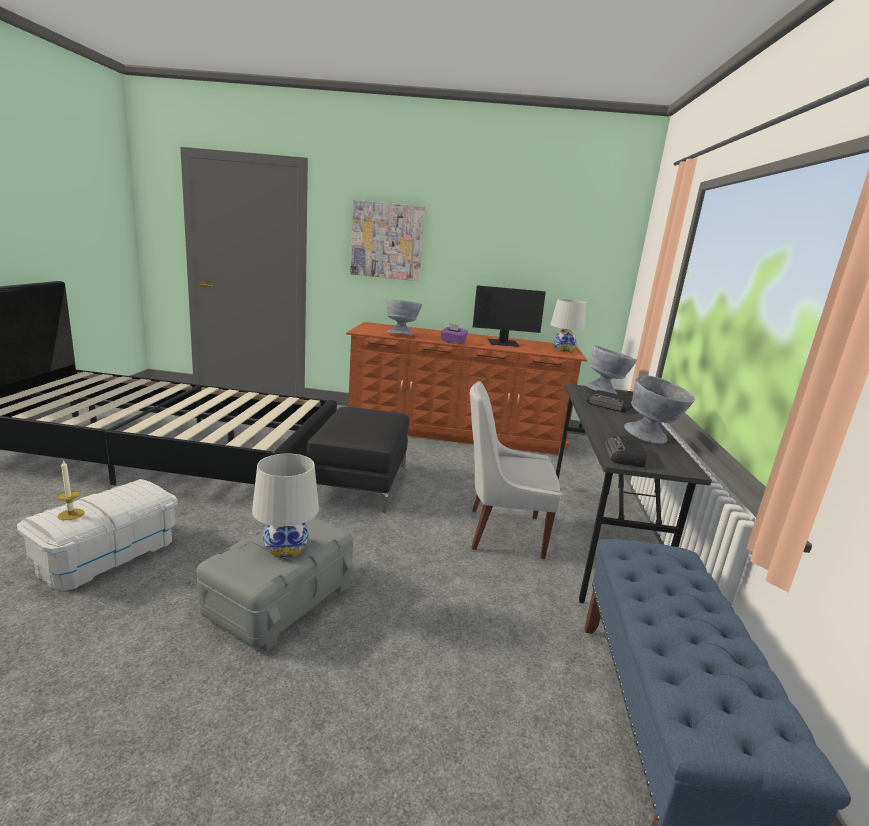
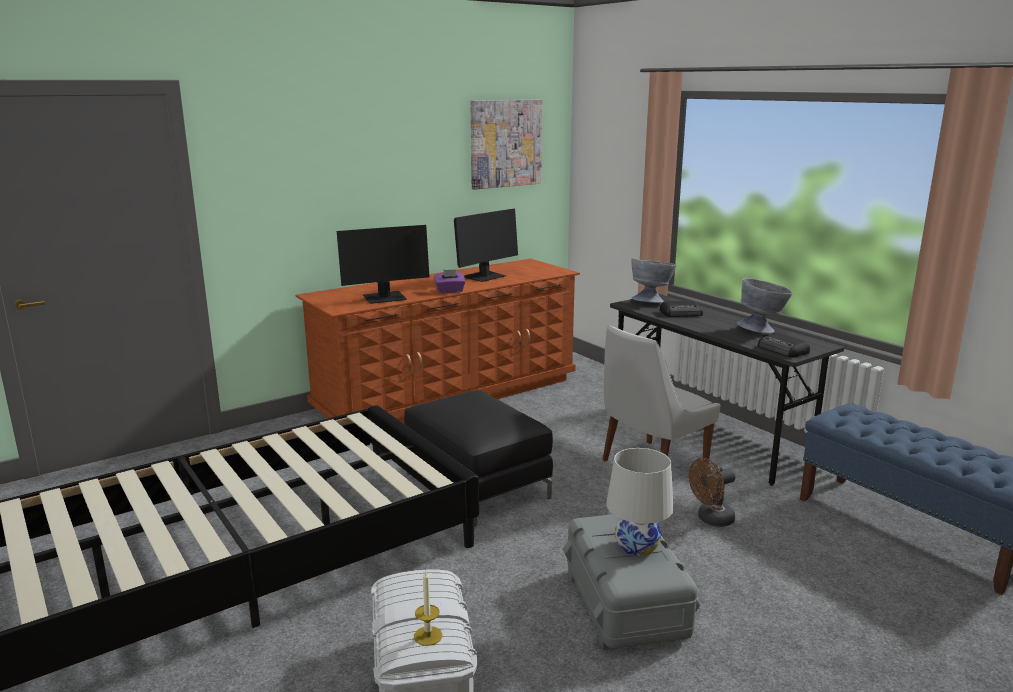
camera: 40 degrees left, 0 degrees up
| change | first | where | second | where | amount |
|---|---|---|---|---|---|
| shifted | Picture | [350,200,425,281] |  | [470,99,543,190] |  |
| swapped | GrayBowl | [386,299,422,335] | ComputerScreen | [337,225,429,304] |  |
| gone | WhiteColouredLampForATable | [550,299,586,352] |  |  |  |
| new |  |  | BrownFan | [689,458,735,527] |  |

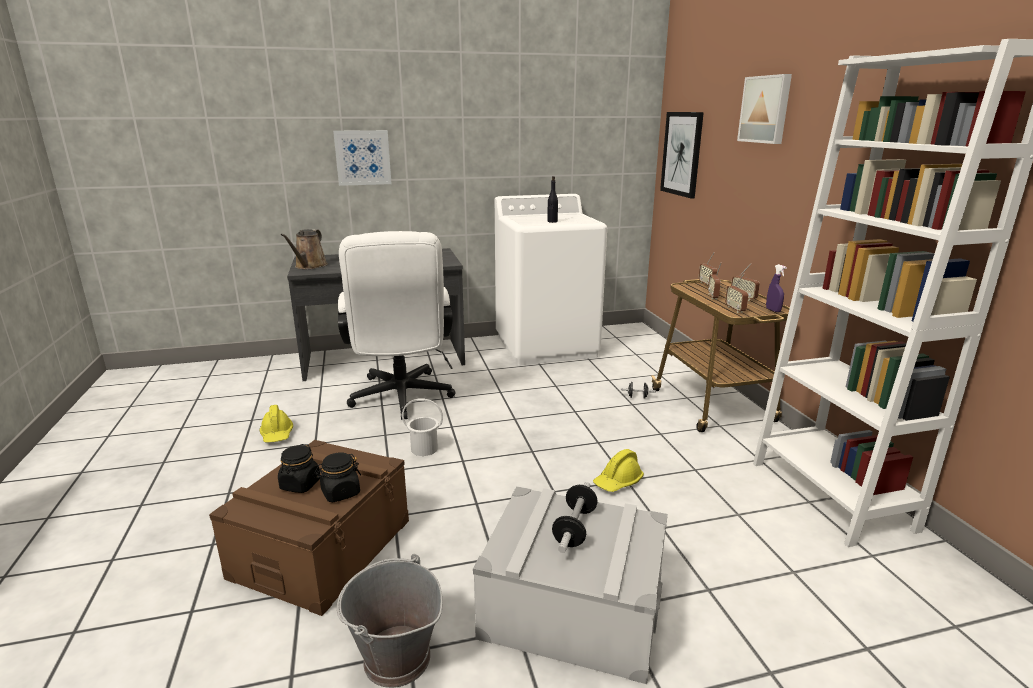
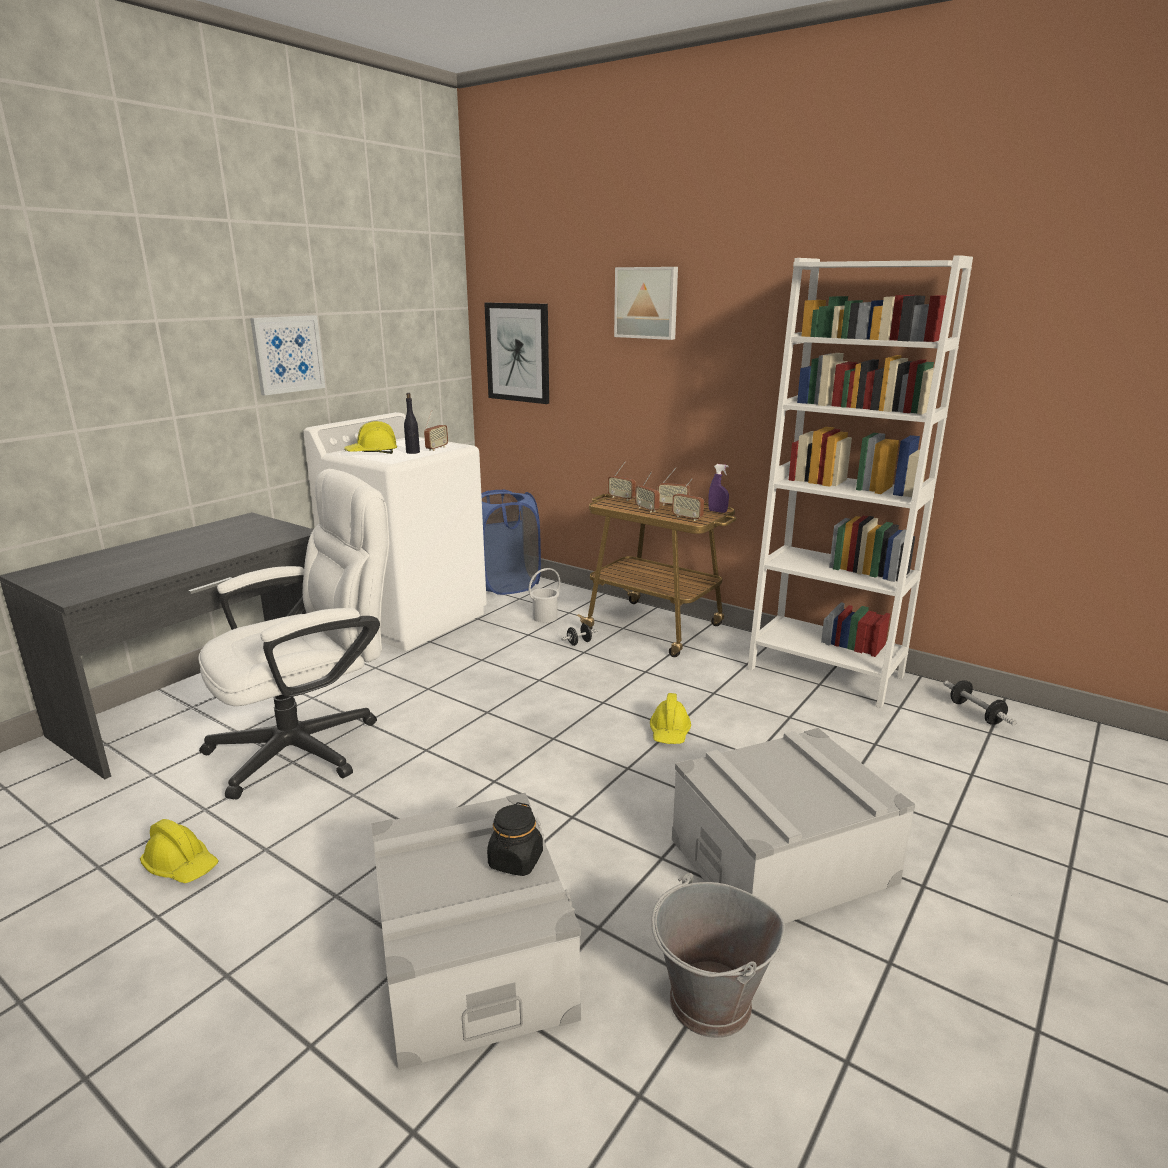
camera: 40 degrees left, 0 degrees up
| change | first | where | second | where | amount |
|---|---|---|---|---|---|
| shifted | Picture | [333,130,391,186] |  | [250,316,325,395] |  |
| gone | BrownWateringPot | [281,229,328,269] |  |  |  |
| rotated | WhiteColouredDeskChair | [338,231,456,420] |  | [198,469,389,800] | 75 degrees counterclockwise |
| shifted | WhiteColouredPail | [402,399,443,456] |  | [529,568,560,623] |  |
| repainted | BrownStorageBin | [209,440,409,616] | GrayStorageBin | [371,793,581,1070] |  |
| gone | BlackishPreserveJar | [278,444,321,493] |  |  |  |
| shifted | Dumbbell | [552,482,598,553] |  | [944,680,1017,726] |  |
| new |  |  | RadioReceiver | [424,410,448,451] |  |
| new |  |  | YellowColouredSafetyHelmet | [344,421,397,454] |  |
| new |  |  | BlueLaundryBasket | [481,489,541,595] |  |

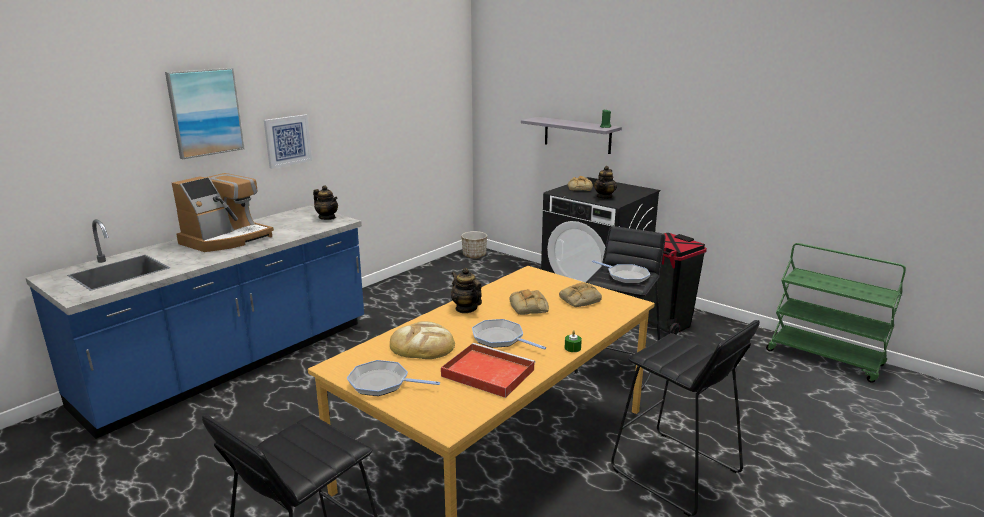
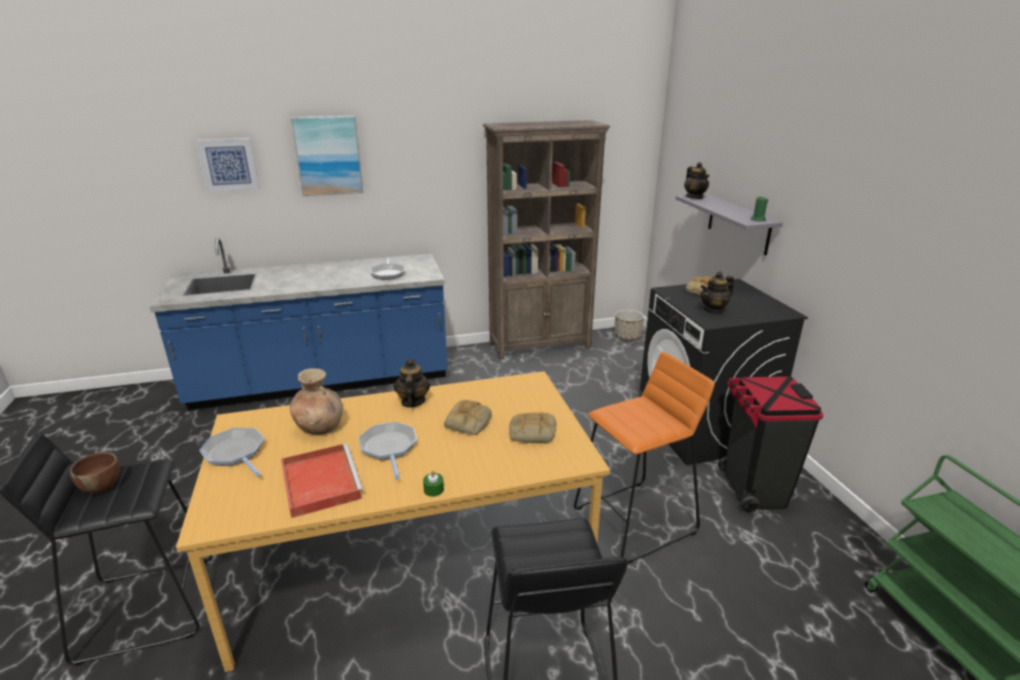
camera: 35 degrees right, 5 degrees up
| change | first | where | second | where | amount |
|---|---|---|---|---|---|
| shifted | Picture | [264,115,312,169] |  | [195,138,260,192] |  |
| gone | CoffeeBrewer | [172,173,274,252] |  |  |  |
| shifted | TeaPot | [313,185,338,220] |  | [684,162,709,199] |  |
| repainted | BlackishStoolSeat | [574,226,665,390] | OrangeColouredStoolSeat | [574,352,715,563] |  |
| shifted | FryingPan | [592,260,650,284] |  | [370,258,405,280] |  |
| swapped | BakeryBread | [390,321,455,359] | BrownFlowerVase | [290,368,343,435] |  |
| new |  |  | BrownBookshelf | [483,120,610,360] |  |
| new |  |  | BrownBowl | [70,452,120,493] |  |

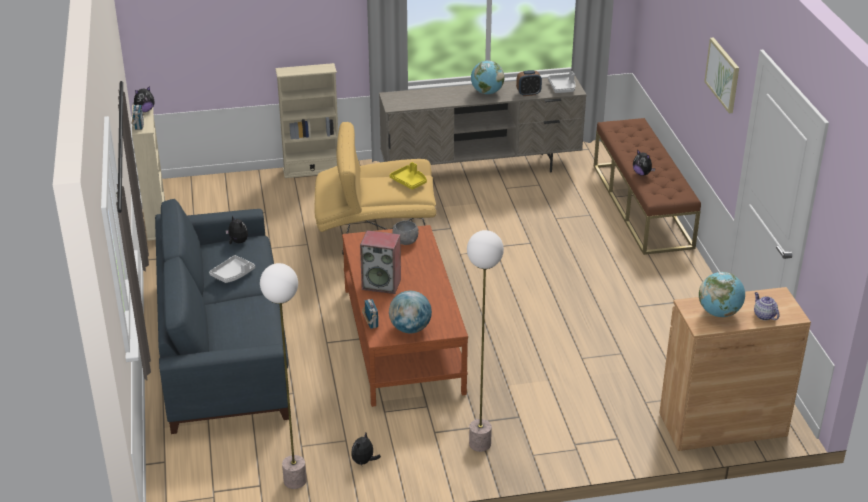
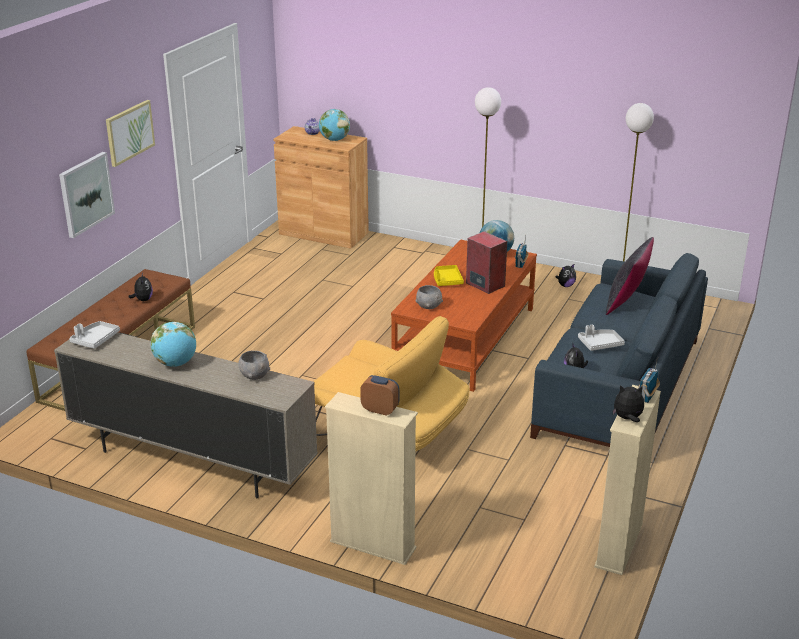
camera: 145 degrees left, 5 degrees down
| change | first | where | second | where | amount |
|---|---|---|---|---|---|
| shifted | BedsideClock | [516,70,542,96] |  | [360,375,399,416] |  |
| shifted | YellowColouredCarryingTray | [390,162,427,190] |  | [434,265,464,286] |  |
| new |  |  | Picture | [59,152,115,238] |  |
| new |  |  | BlackishPillow | [606,237,654,315] |  |
| new |  |  | GrayBowl | [238,351,270,380] |  |

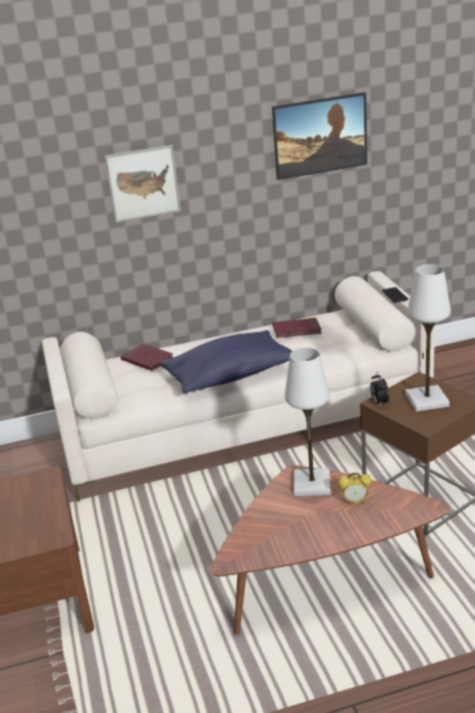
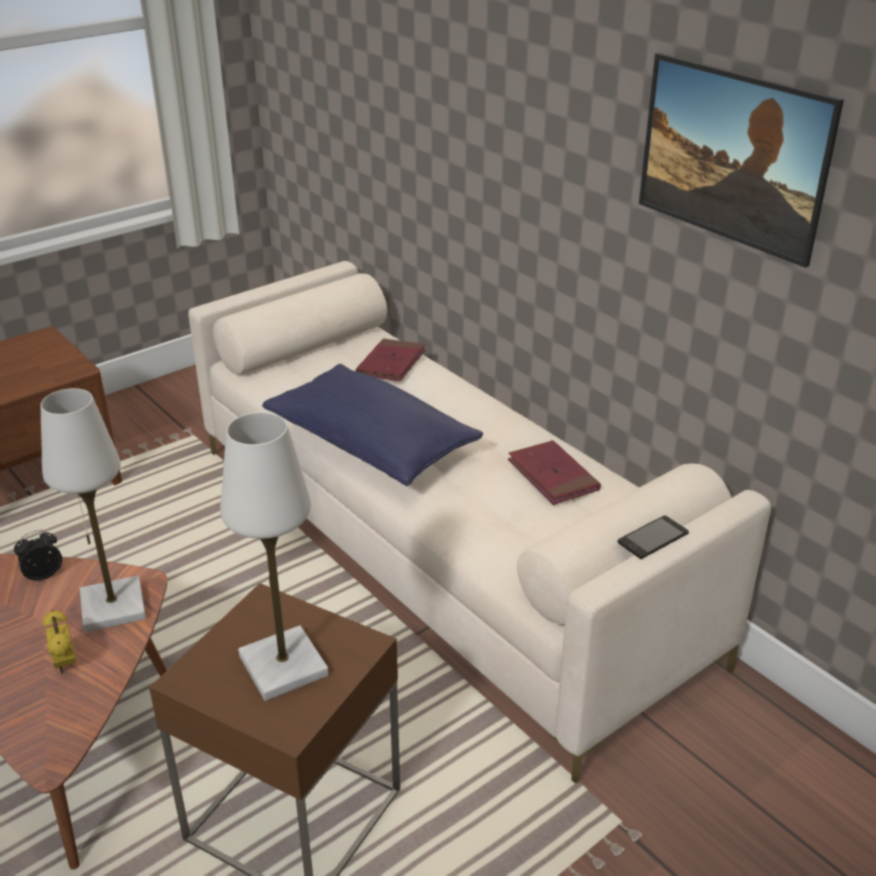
camera: 65 degrees right, 5 degrees up
| change | first | where | second | where | amount |
|---|---|---|---|---|---|
| gone | Picture | [104,145,181,223] |  |  |  |
| shifted | BedsideClock | [370,372,389,407] |  | [14,530,62,580] |  |

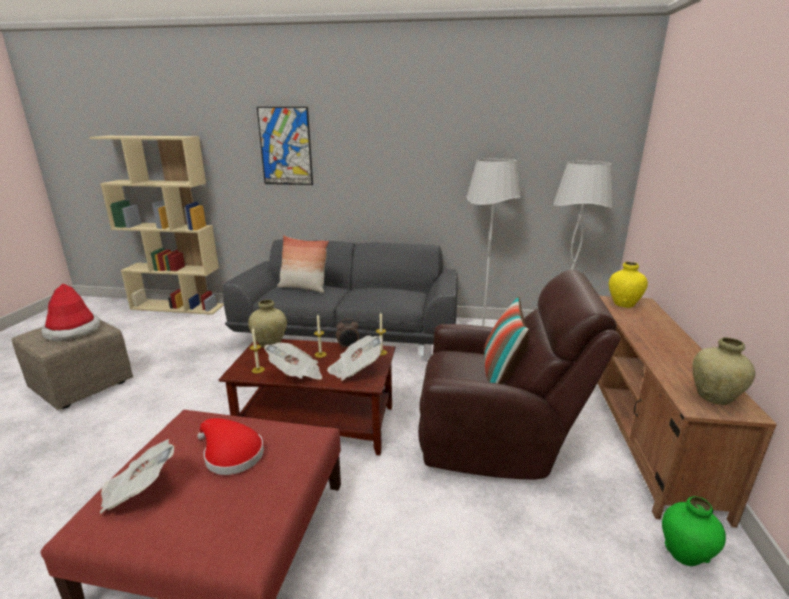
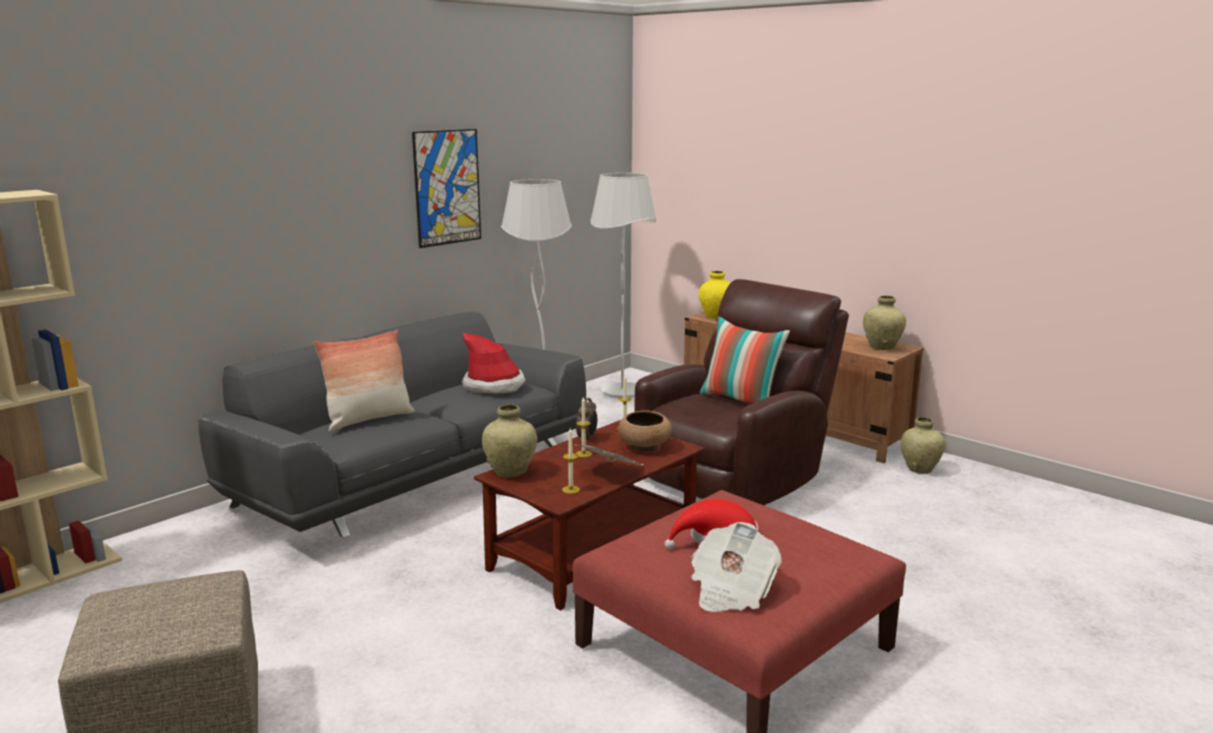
camera: 55 degrees left, 5 degrees down
| change | first | where | second | where | amount |
|---|---|---|---|---|---|
| shifted | Picture | [257,107,313,185] |  | [412,129,481,248] |  |
| shifted | ClothingHat | [42,284,100,342] |  | [462,333,526,394] |  |
| swapped | Newspaper | [327,335,383,381] | BrownBowl | [618,410,672,452] |  |
| repainted | GreenFlowerVase | [662,496,726,566] | BeigeColouredFlowerVase | [900,417,946,474] |  |

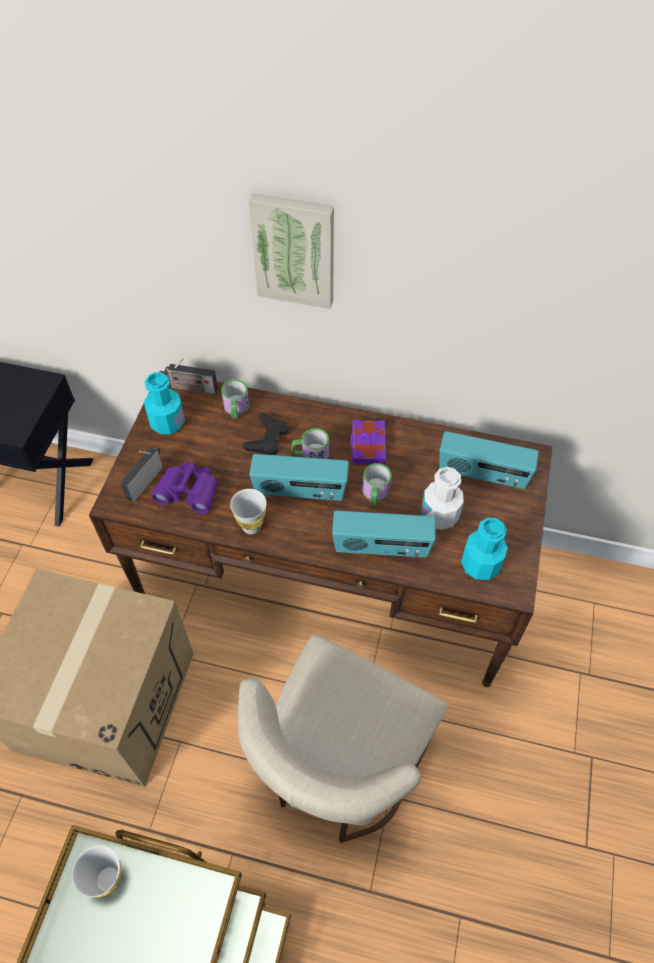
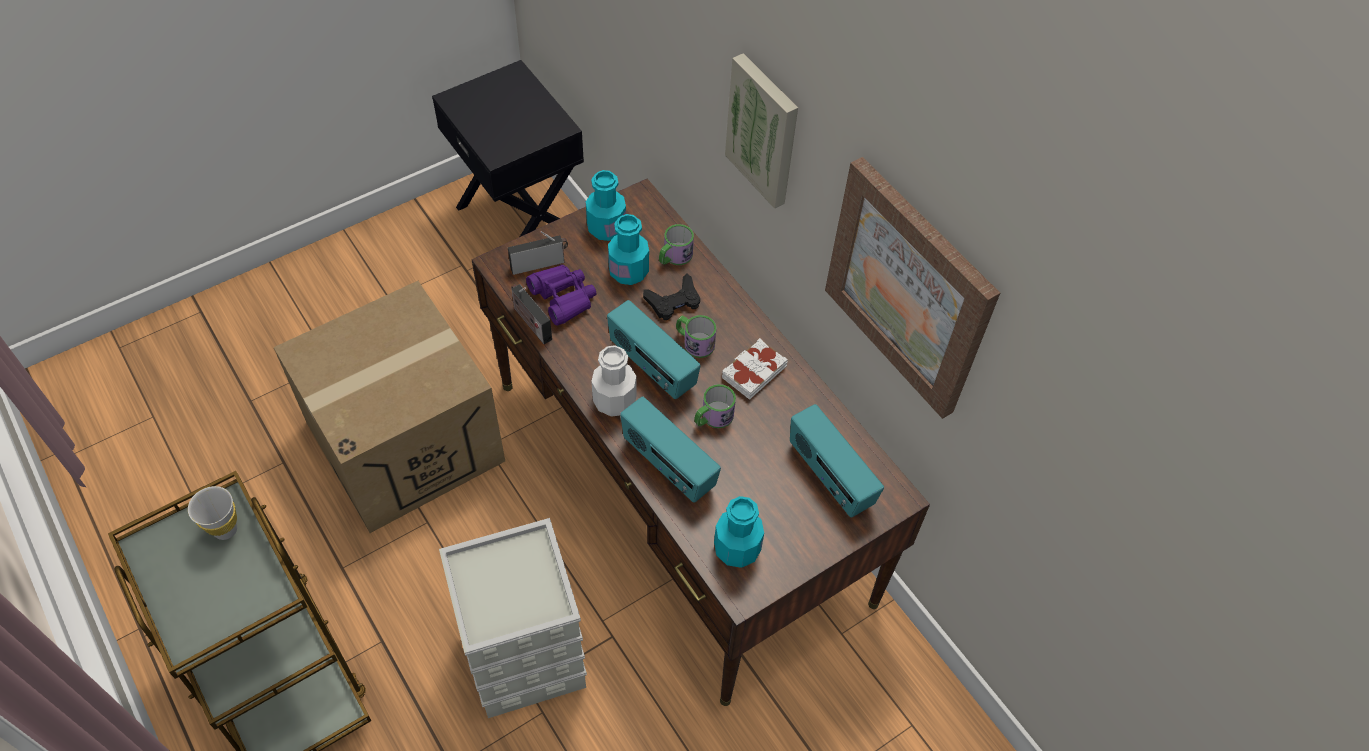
camera: 40 degrees right, 0 degrees up
| change | first | where | second | where | amount |
|---|---|---|---|---|---|
| shifted | RadioReceiver | [164,358,218,394] |  | [511,284,552,344] |  |
| repainted | PurpleBook | [351,420,386,465] | WhiteColouredBook | [722,338,788,400] |  |
| shifted | WhiteColouredDrinkBottle | [421,467,464,530] |  | [591,345,637,417] |  |
| gone | WhiteColouredCup | [230,489,266,534] |  |  |  |
| swapped | BeigeColouredPlainChair | [238,634,447,843] | GrayStorageBin | [439,518,587,718] |  |
| new |  |  | Picture | [825,157,1000,419] |  |
| new |  |  | BlueGreenDrinkBottle | [608,214,649,285] |  |

